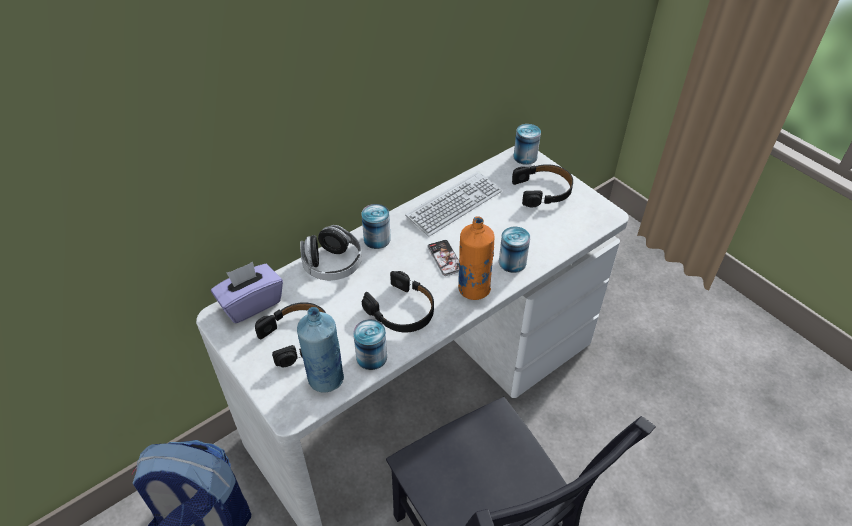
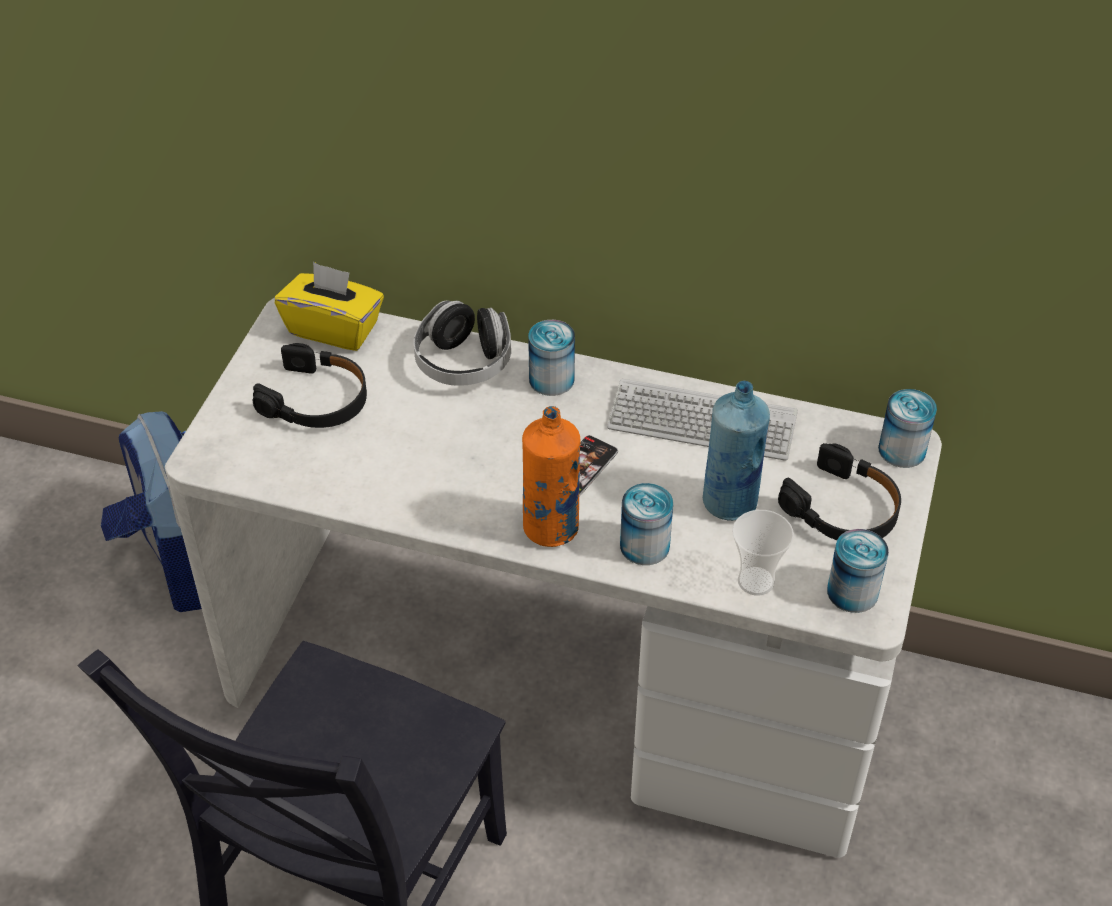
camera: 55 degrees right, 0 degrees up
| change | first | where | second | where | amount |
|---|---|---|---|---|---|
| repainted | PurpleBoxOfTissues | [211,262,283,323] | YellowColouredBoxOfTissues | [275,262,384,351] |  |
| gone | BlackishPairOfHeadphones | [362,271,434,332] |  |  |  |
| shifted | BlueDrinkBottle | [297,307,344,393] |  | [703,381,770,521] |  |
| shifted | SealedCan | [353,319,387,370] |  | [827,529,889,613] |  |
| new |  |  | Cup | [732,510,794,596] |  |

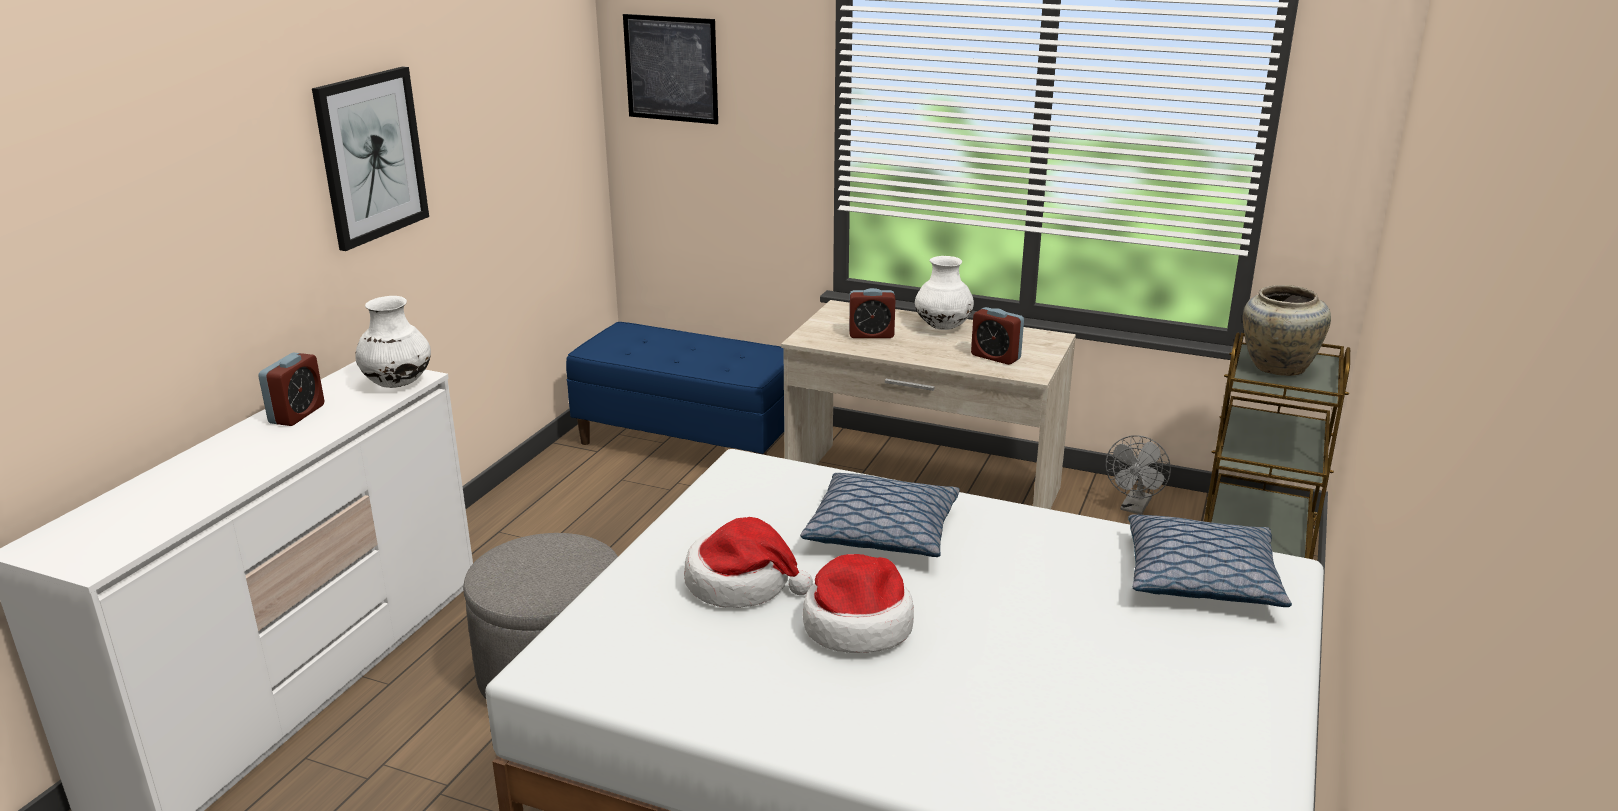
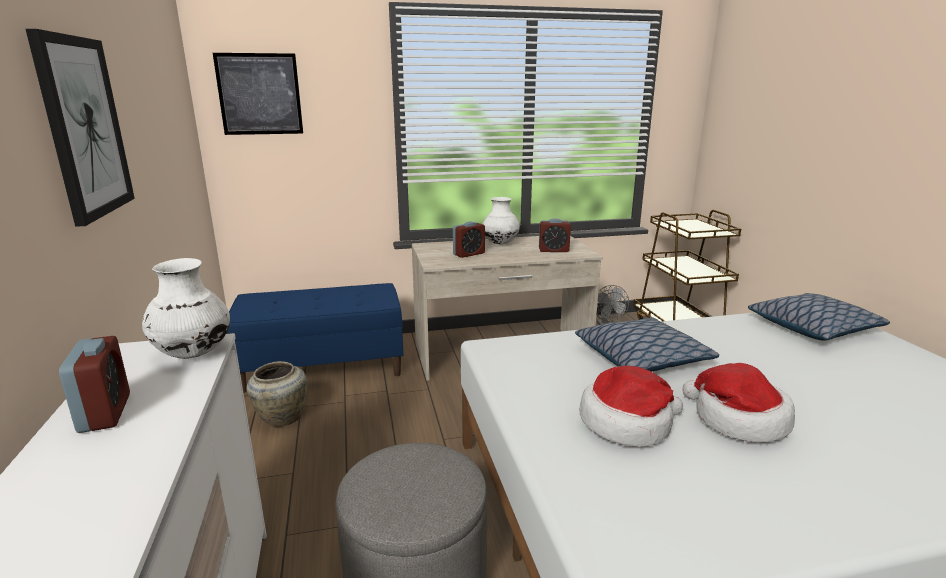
camera: 35 degrees left, 5 degrees down
| change | first | where | second | where | amount |
|---|---|---|---|---|---|
| shifted | BeigeColouredFlowerVase | [1243,285,1331,376] |  | [246,361,308,427] |  |

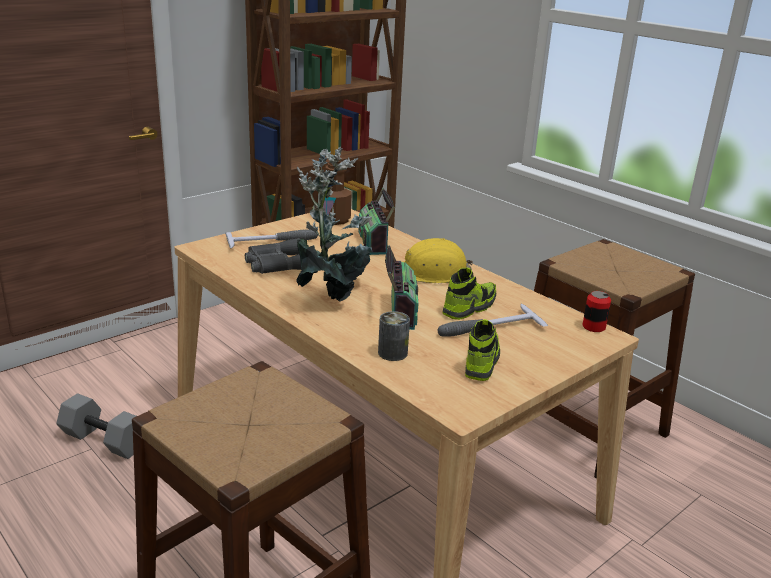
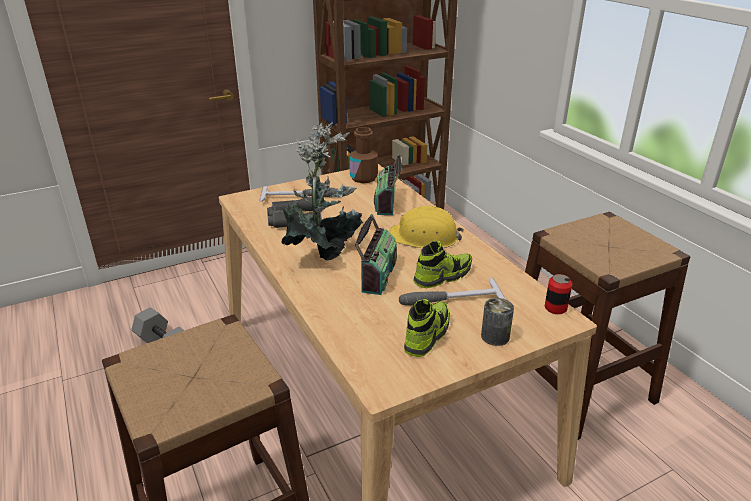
camera: 15 degrees right, 5 degrees up
| change | first | where | second | where | amount |
|---|---|---|---|---|---|
| shifted | SealedCan | [378,311,410,361] |  | [481,298,514,346] |  |

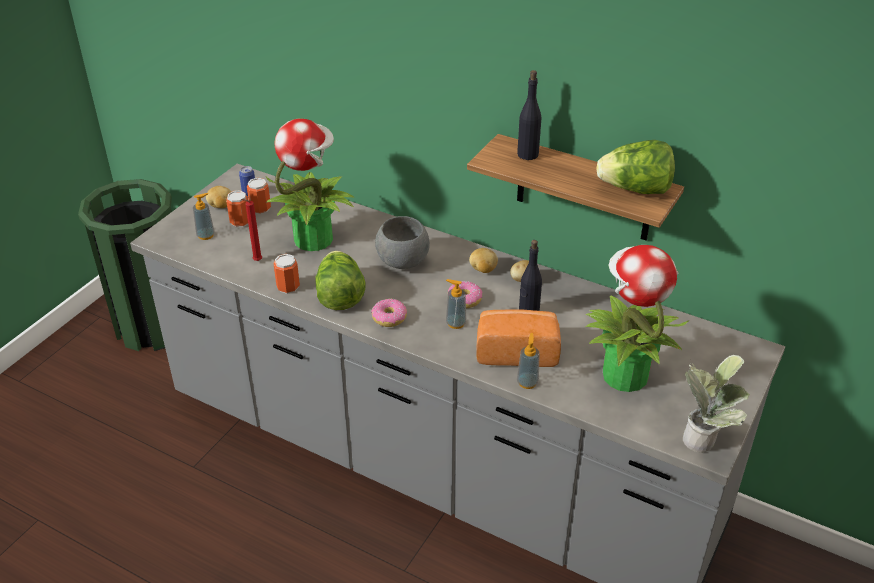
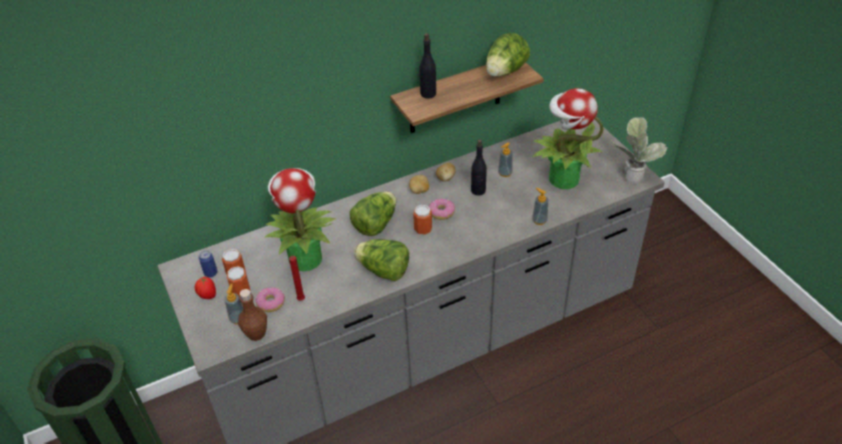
camera: 55 degrees left, 5 degrees up
| change | first | where | second | where | amount |
|---|---|---|---|---|---|
| swapped | Potato | [206,186,231,208] | WholeTomato | [194,277,216,299] |  |
| swapped | GrayBowl | [375,216,430,269] | LettuceHead | [350,191,397,236] |  |
| shifted | SealedCan | [273,254,300,294] |  | [413,205,432,235] |  |
| shifted | LiquidSoapBottle | [446,279,467,329] |  | [498,142,513,177] |  |
| shifted | Doughnut | [371,299,407,327] |  | [255,287,285,312] |  |
| gone | BakeryBread | [476,309,561,367] |  |  |  |
| new |  |  | BrownDrinkBottle | [238,289,267,341] |  |

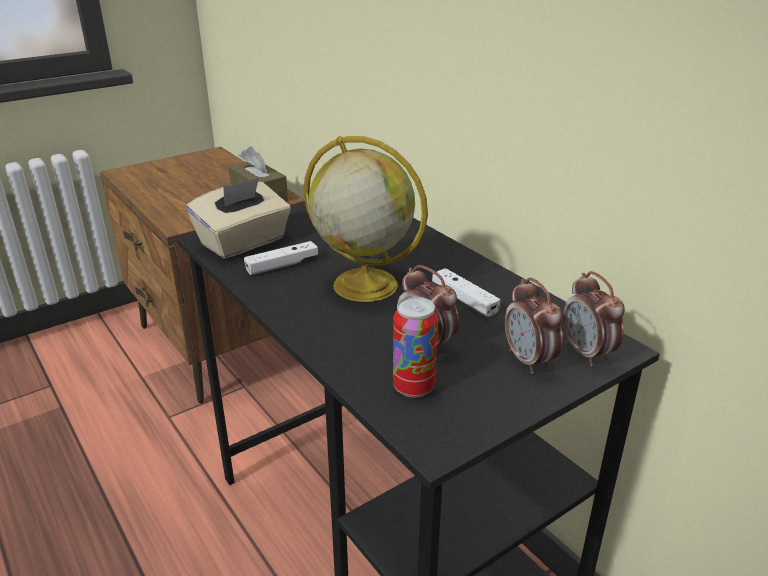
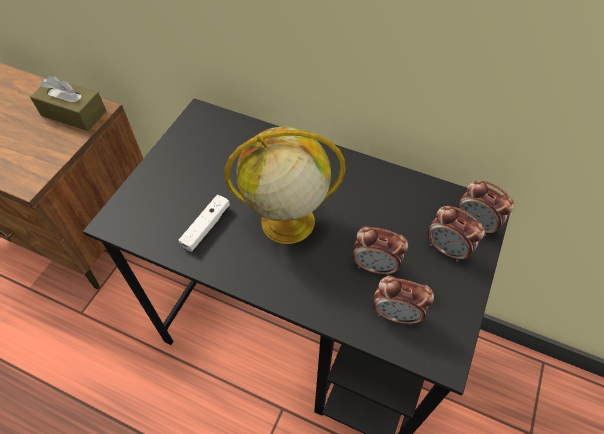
camera: 30 degrees left, 25 degrees up
| change | first | where | second | where | amount |
|---|---|---|---|---|---|
| gone | BeigeColouredBoxOfTissues | [187,177,291,259] |  |  |  |
| gone | WhiteColouredGamepad | [432,268,500,317] |  |  |  |
| swapped | SealedCan | [393,297,438,398] | BedsideClock | [373,276,434,325] |  |

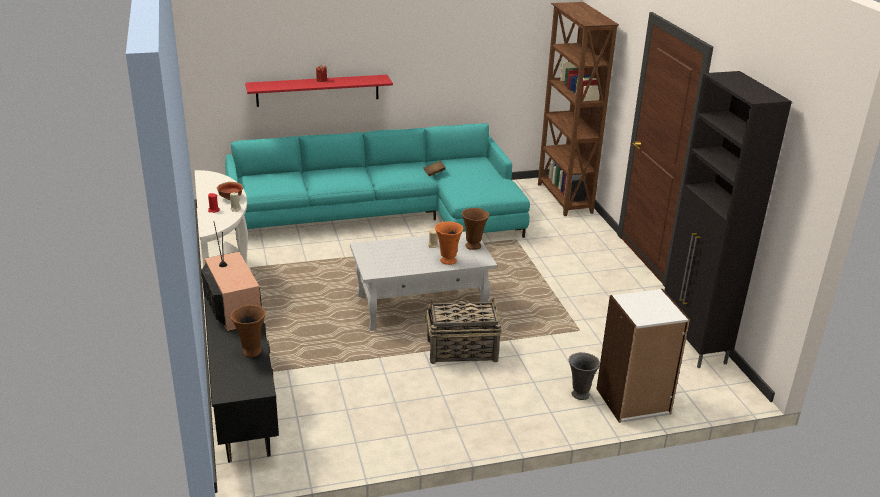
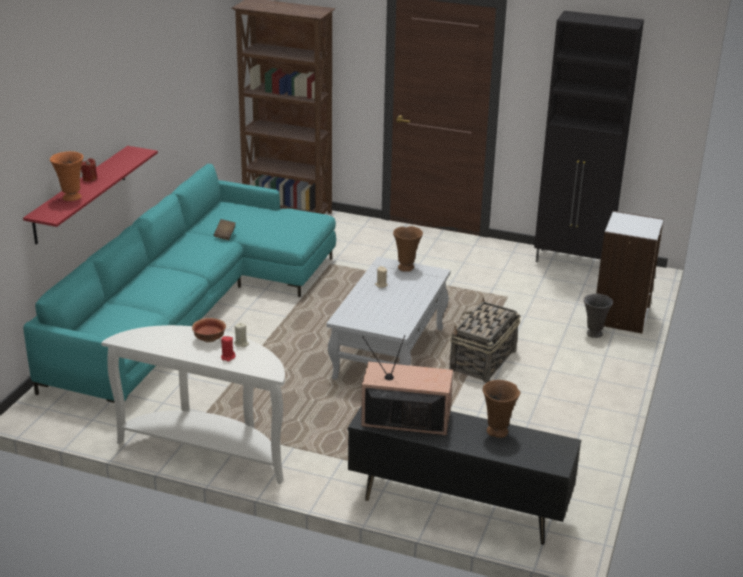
camera: 55 degrees left, 0 degrees up
| change | first | where | second | where | amount |
|---|---|---|---|---|---|
| shifted | OrangeColouredFlowerVase | [435,221,463,265] |  | [50,151,83,201] |  |

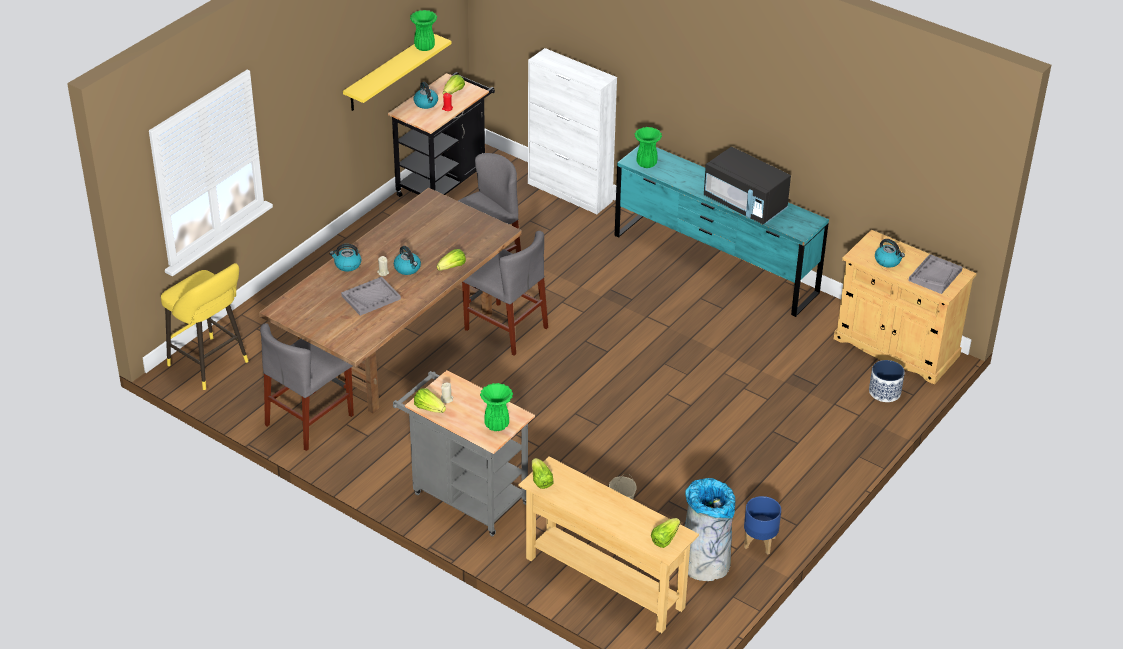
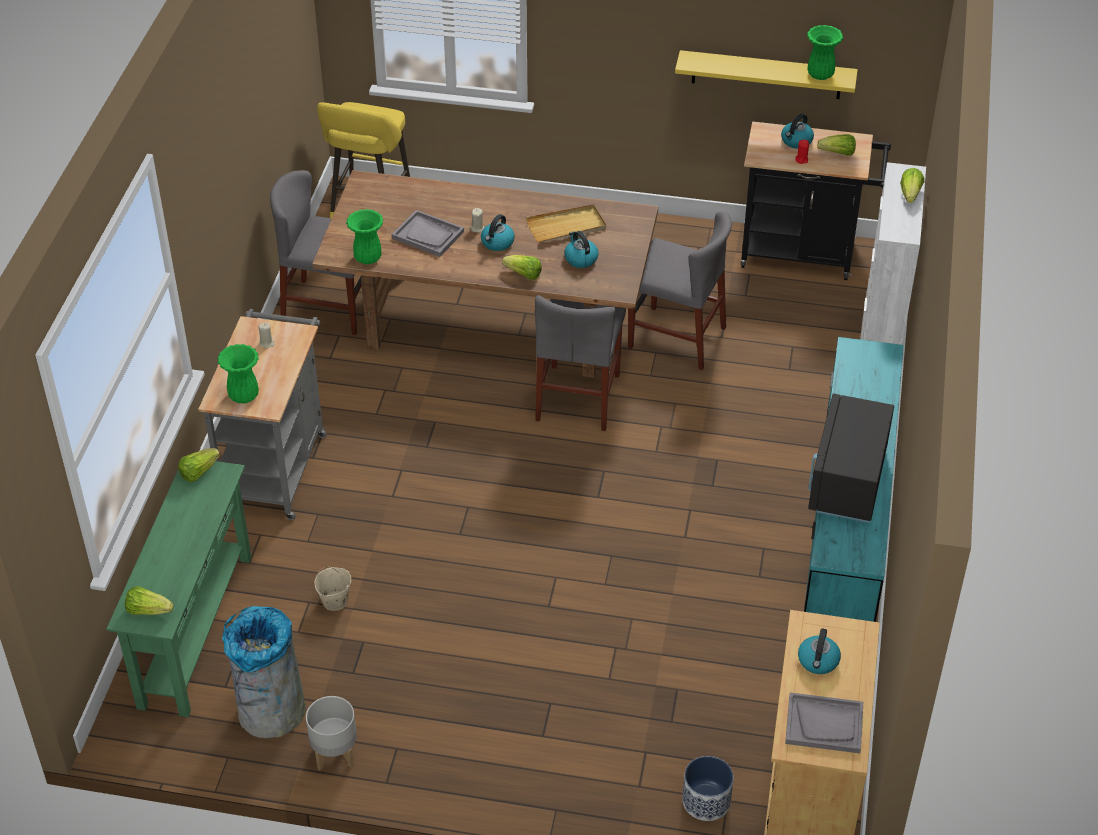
camera: 65 degrees right, 5 degrees up
| change | first | where | second | where | amount |
|---|---|---|---|---|---|
| shifted | GreenFlowerVase | [635,127,662,168] |  | [346,209,383,264] |  |
| shifted | WaterKettle | [330,244,361,272] |  | [564,231,599,268] |  |
| shifted | LettuceHead | [414,388,446,413] |  | [900,168,925,203] |  |
| repainted | BeigeColouredHallTable | [518,457,699,633] | GreenHallTable | [106,461,252,717] |  |
| repainted | BluePlanter | [744,496,781,555] | GrayPlanter | [306,696,357,771] |  |
| new |  |  | BeigeColouredCarryingTray | [526,204,606,243] |  |

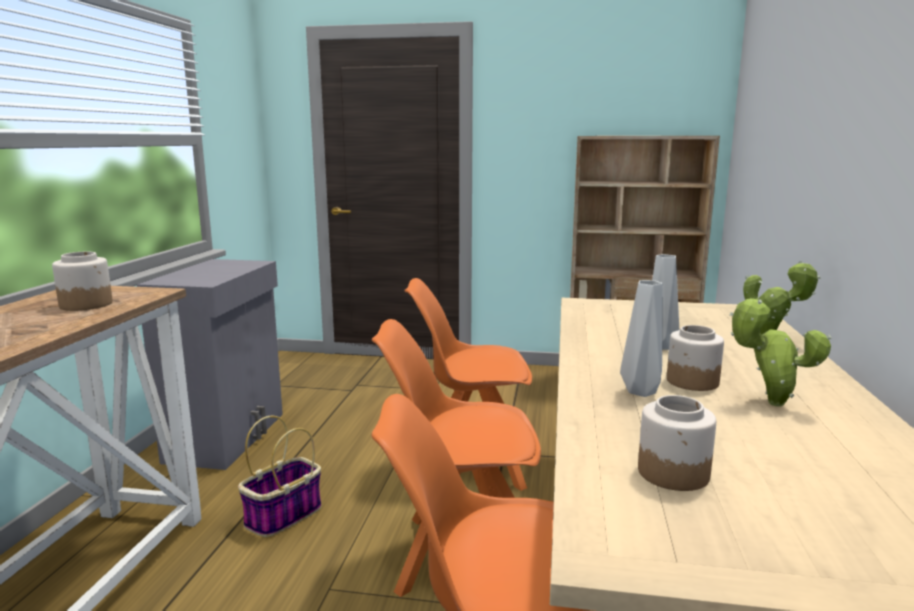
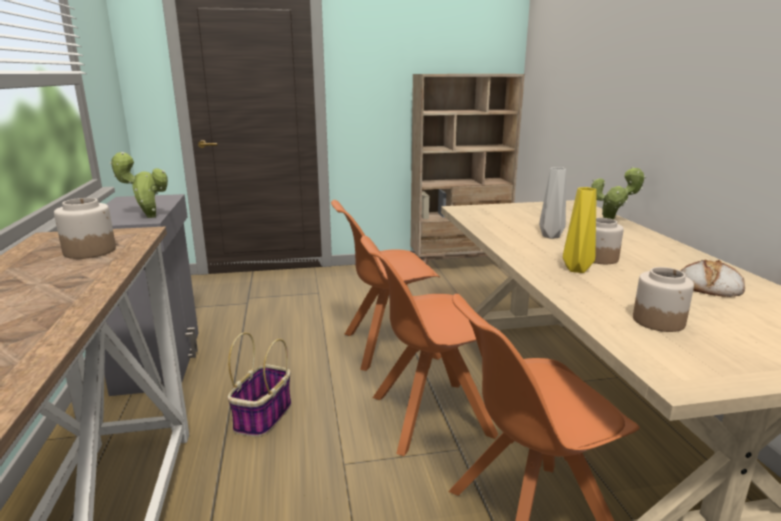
camera: 20 degrees left, 5 degrees up
| change | first | where | second | where | amount |
|---|---|---|---|---|---|
| repainted | GrayFlowerVase | [620,280,663,397] | YellowColouredFlowerVase | [563,187,597,273] |  |
| shifted | PlantInAPot | [729,298,832,407] |  | [110,152,168,218] |  |
| new |  |  | BakeryBread | [681,260,745,297] |  |

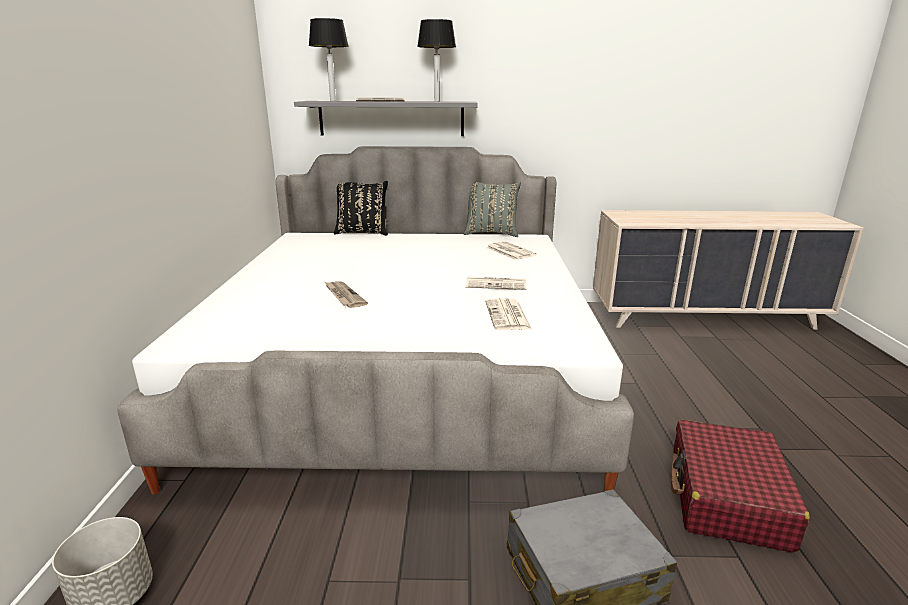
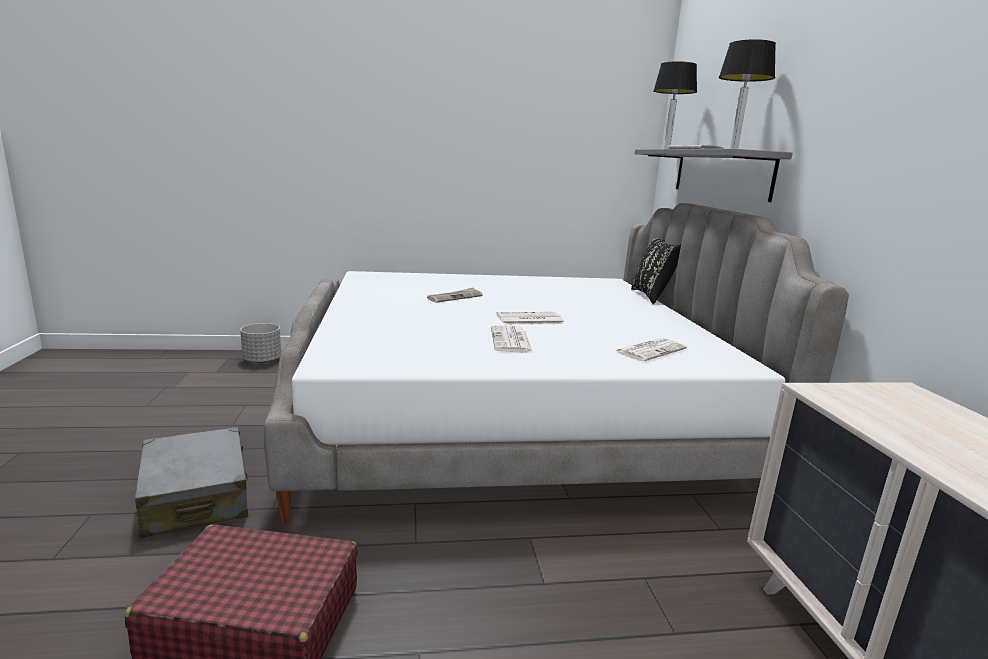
camera: 80 degrees right, 5 degrees down
| change | first | where | second | where | amount |
|---|---|---|---|---|---|
| gone | GrayPillow | [464,182,521,237] |  |  |  |
| shifted | Newspaper | [485,298,532,330] |  | [497,312,564,325] |  |

